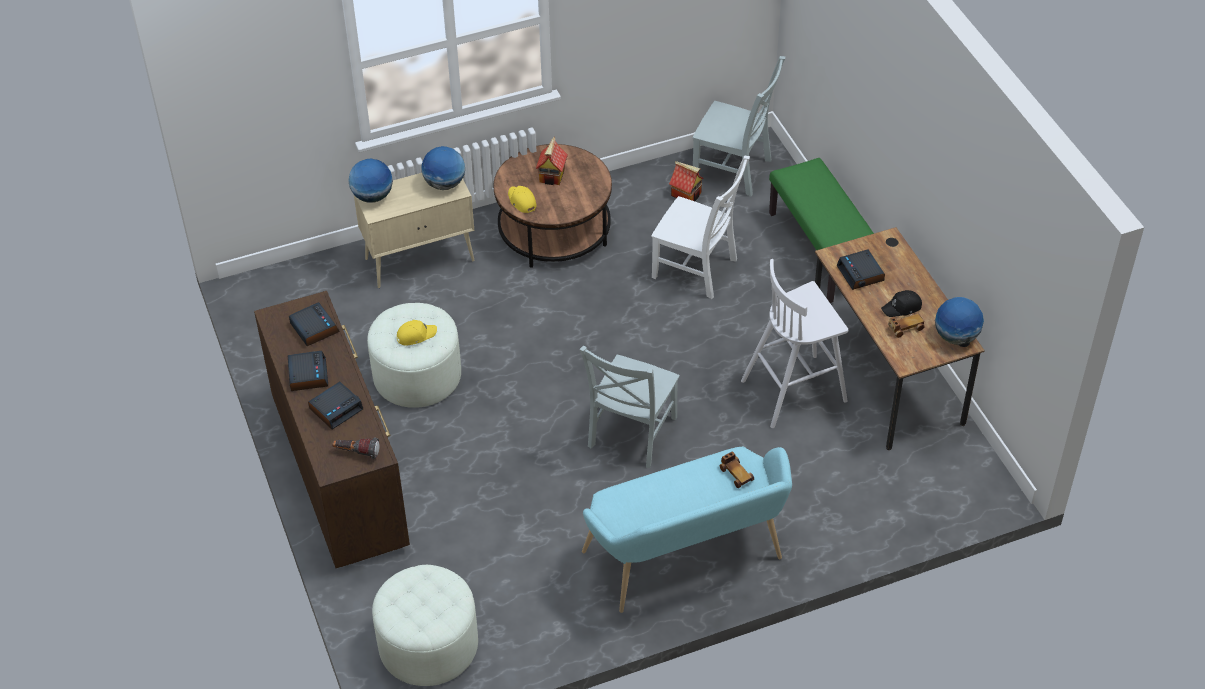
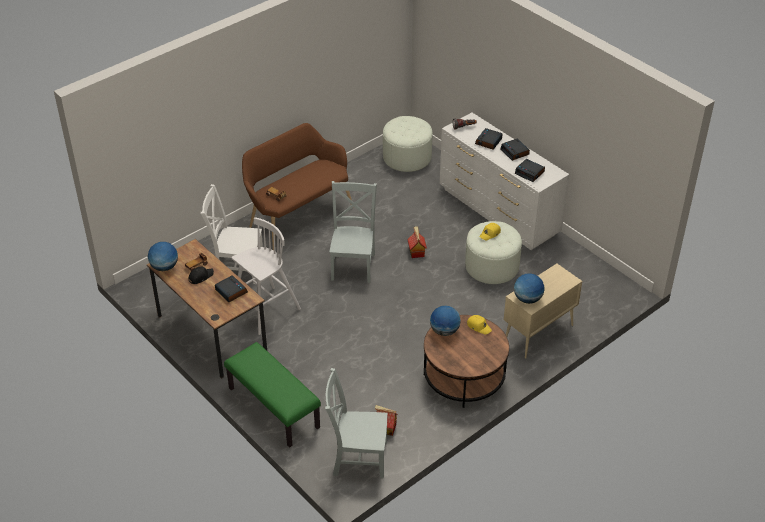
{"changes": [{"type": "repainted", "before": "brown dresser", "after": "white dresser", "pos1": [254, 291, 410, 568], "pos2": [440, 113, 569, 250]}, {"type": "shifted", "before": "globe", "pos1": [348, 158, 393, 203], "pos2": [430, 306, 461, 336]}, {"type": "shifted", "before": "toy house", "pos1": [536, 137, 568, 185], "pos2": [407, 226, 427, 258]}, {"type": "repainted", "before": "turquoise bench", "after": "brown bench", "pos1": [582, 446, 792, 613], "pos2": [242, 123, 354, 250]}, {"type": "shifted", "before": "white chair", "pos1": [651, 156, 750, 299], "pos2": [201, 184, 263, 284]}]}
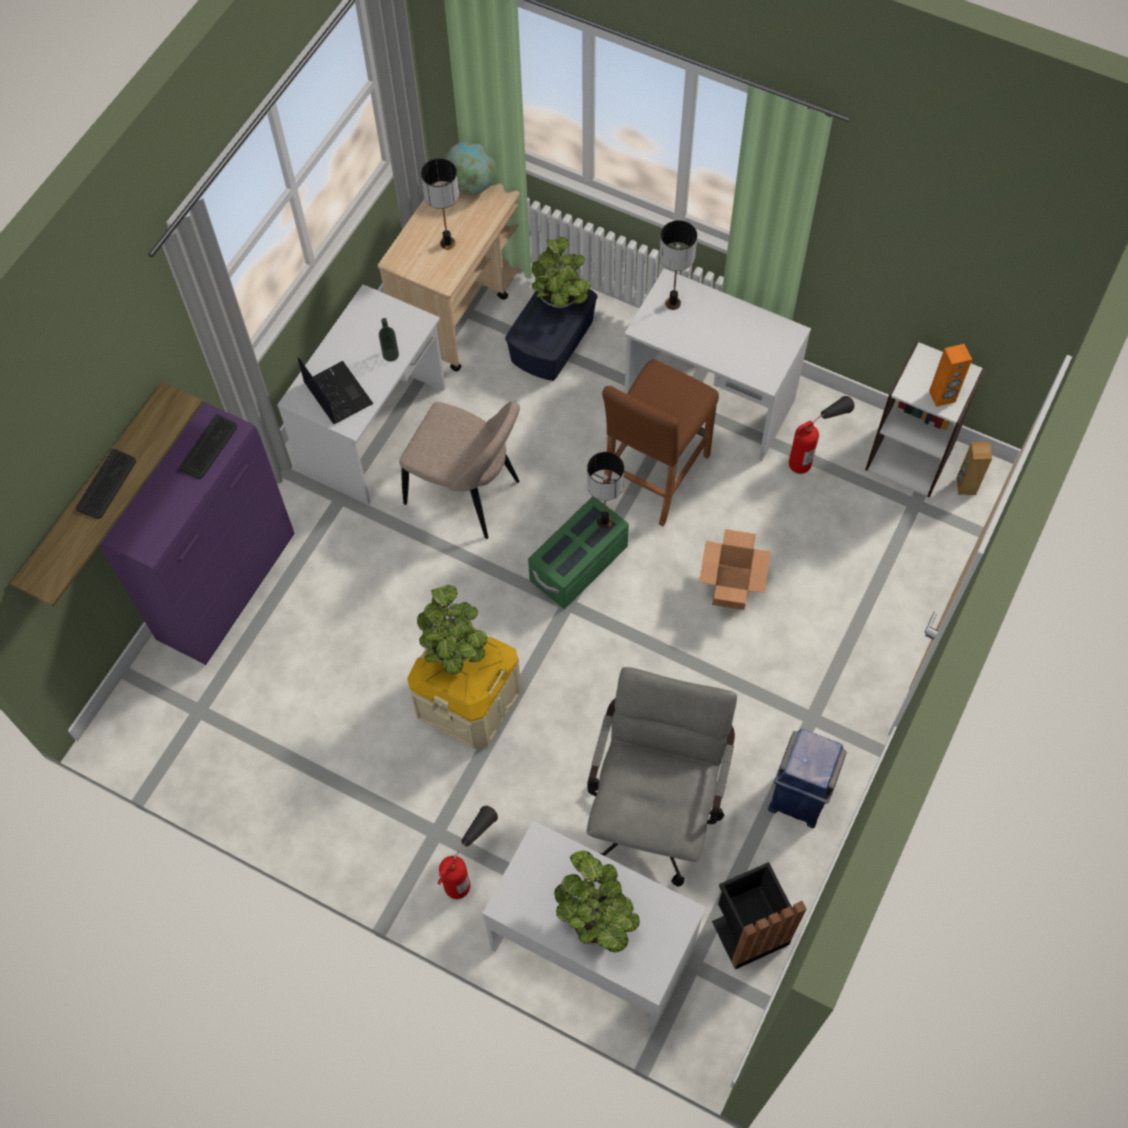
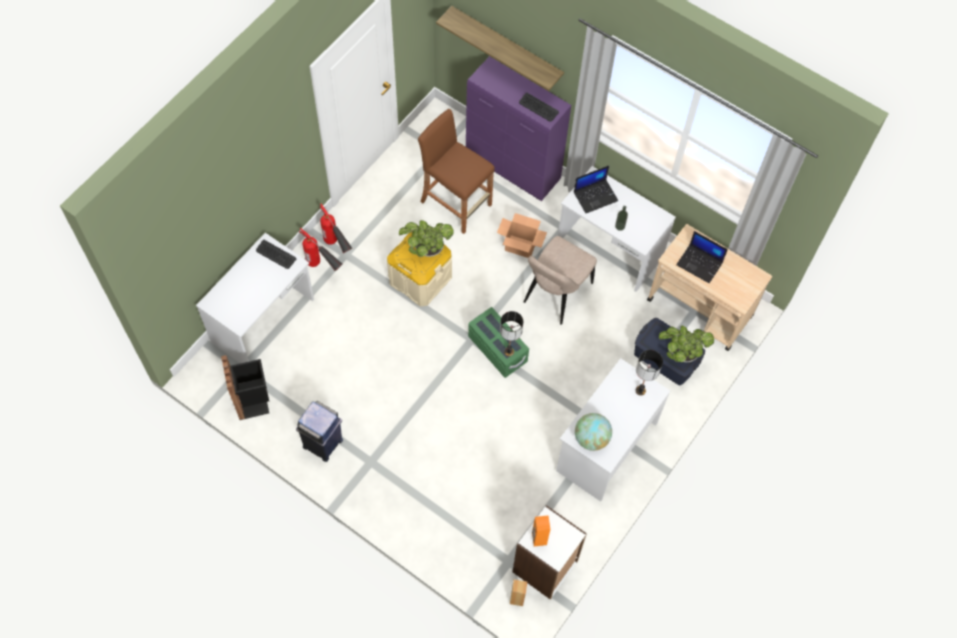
{"changes": [{"type": "shifted", "before": "keyboard", "pos1": [76, 449, 136, 519], "pos2": [256, 240, 296, 269]}, {"type": "swapped", "before": "table lamp", "after": "laptop", "pos1": [421, 158, 459, 250], "pos2": [676, 231, 728, 283]}, {"type": "shifted", "before": "globe", "pos1": [445, 141, 496, 195], "pos2": [575, 413, 612, 451]}, {"type": "gone", "before": "potted plant", "pos1": [554, 851, 640, 952]}, {"type": "gone", "before": "grey office chair", "pos1": [587, 667, 737, 887]}, {"type": "shifted", "before": "brown stool", "pos1": [602, 359, 719, 526], "pos2": [418, 109, 495, 234]}, {"type": "shifted", "before": "cardboard box", "pos1": [699, 529, 771, 610], "pos2": [497, 213, 547, 258]}, {"type": "shifted", "before": "fire extinguisher", "pos1": [789, 396, 854, 474], "pos2": [320, 204, 352, 253]}]}
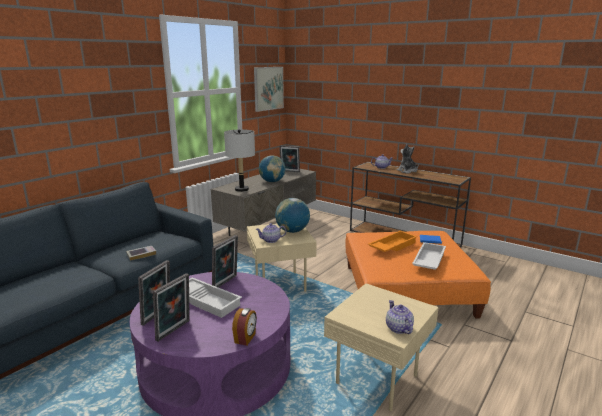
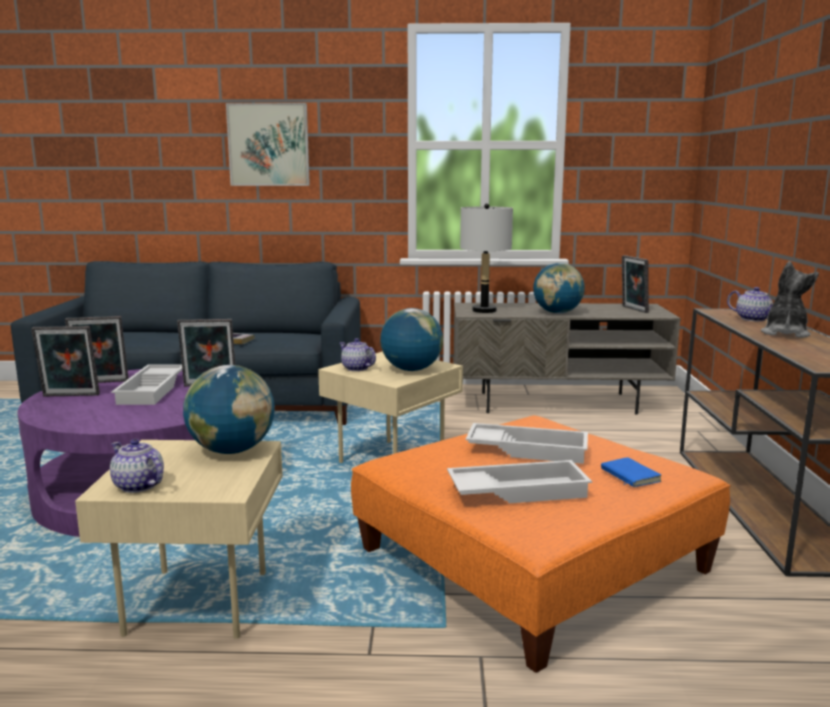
{"changes": [{"type": "gone", "before": "alarm clock", "pos1": [232, 308, 257, 346]}, {"type": "shifted", "before": "picture", "pos1": [254, 67, 284, 112], "pos2": [226, 103, 310, 186]}, {"type": "repainted", "before": "orange tray", "after": "white tray", "pos1": [368, 231, 417, 252], "pos2": [466, 423, 588, 464]}, {"type": "rotated", "before": "teapot", "pos1": [386, 300, 414, 334], "pos2": [110, 439, 164, 493], "turn": -90}, {"type": "new", "after": "globe", "pos2": [183, 365, 275, 454]}]}
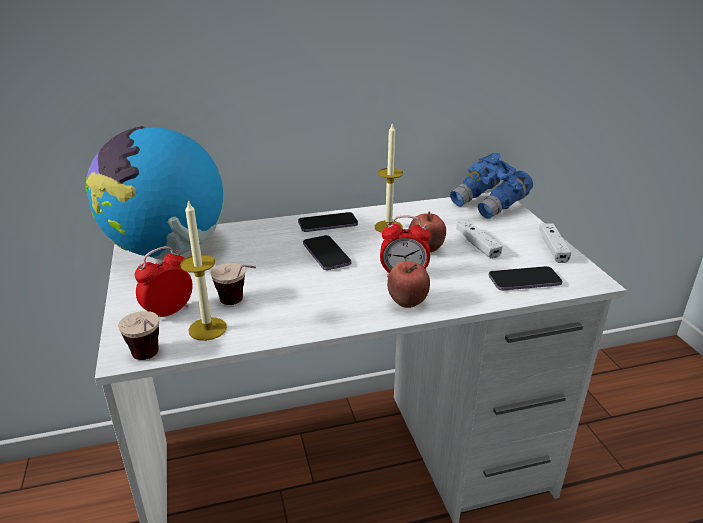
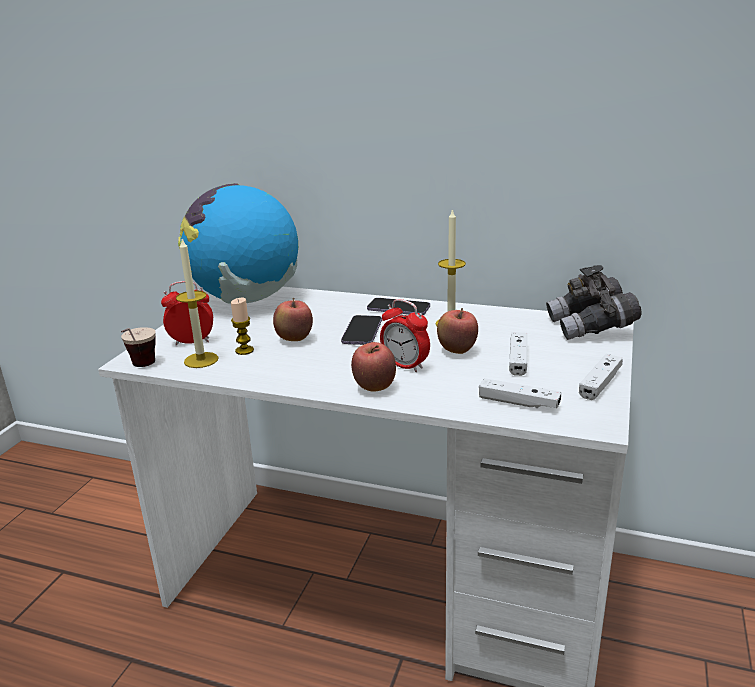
{"changes": [{"type": "swapped", "before": "cup", "after": "candle", "pos1": [211, 263, 256, 305], "pos2": [231, 298, 254, 355]}, {"type": "repainted", "before": "blue binoculars", "after": "grey binoculars", "pos1": [450, 153, 533, 219], "pos2": [546, 265, 642, 340]}, {"type": "swapped", "before": "phone", "after": "white game controller", "pos1": [489, 266, 562, 290], "pos2": [479, 378, 561, 408]}, {"type": "new", "after": "apple", "pos2": [273, 298, 313, 341]}]}
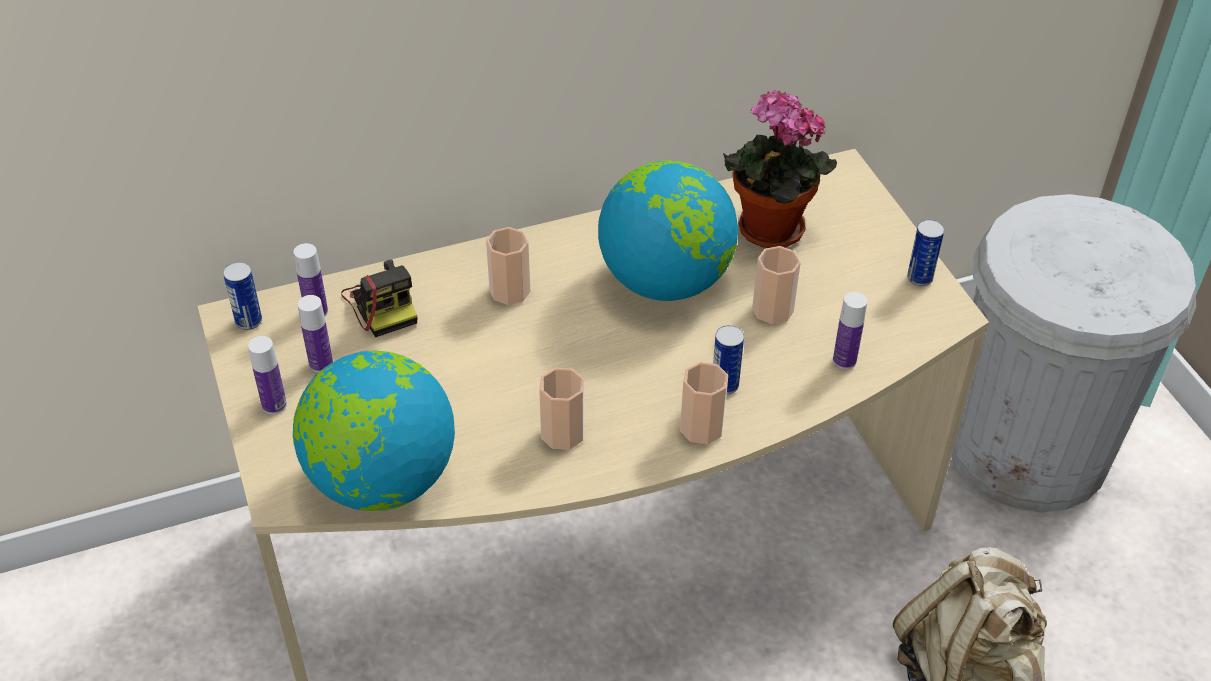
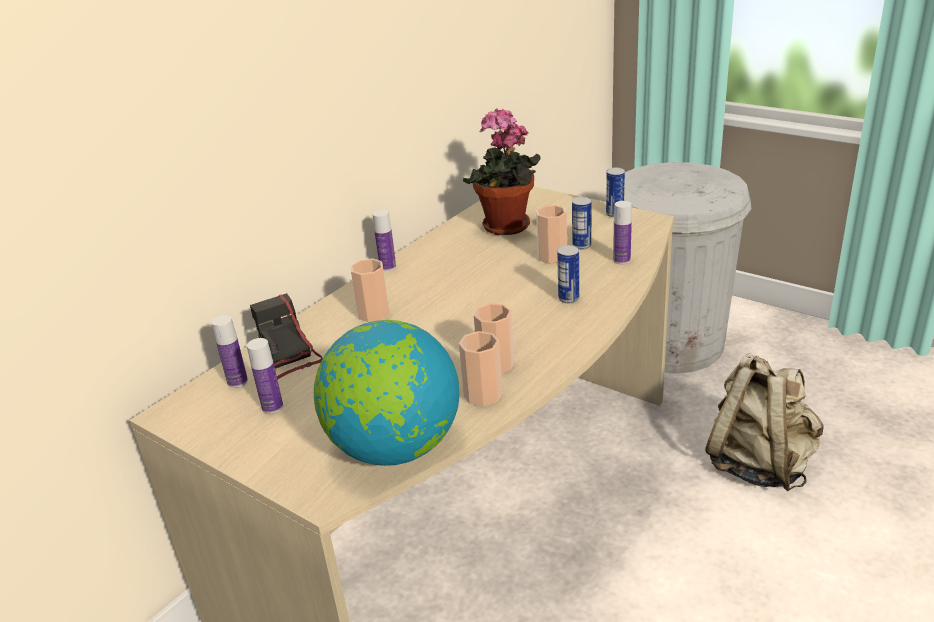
{"changes": [{"type": "shifted", "before": "can", "pos1": [223, 262, 262, 330], "pos2": [572, 197, 591, 250]}, {"type": "shifted", "before": "bottle", "pos1": [248, 336, 287, 414], "pos2": [373, 210, 396, 271]}, {"type": "rotated", "before": "photo camera", "pos1": [341, 259, 417, 337], "pos2": [250, 293, 323, 380], "turn": -150}, {"type": "gone", "before": "globe", "pos1": [598, 160, 738, 301]}, {"type": "shifted", "before": "cup", "pos1": [680, 362, 728, 444], "pos2": [459, 331, 502, 407]}]}
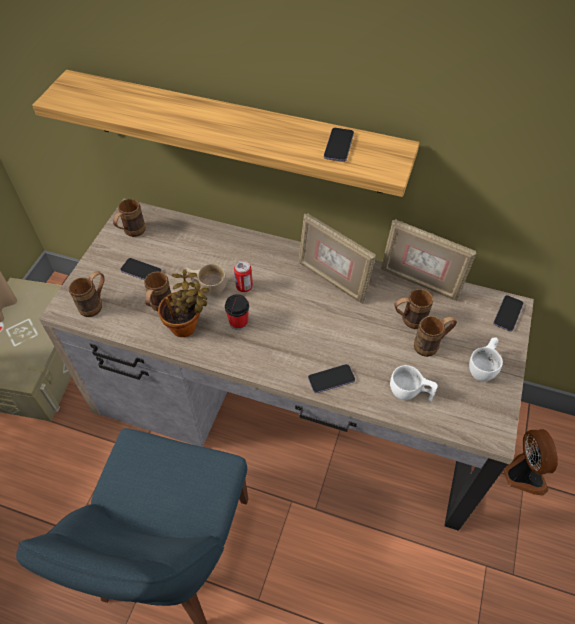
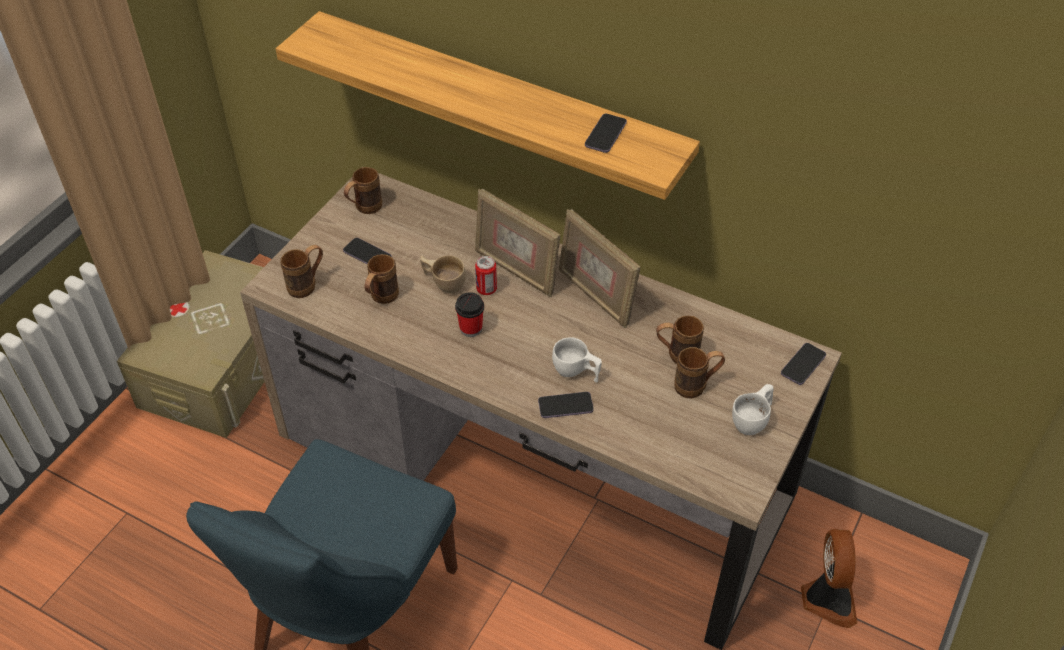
{"changes": [{"type": "gone", "before": "potted plant", "pos1": [158, 269, 210, 337]}, {"type": "shifted", "before": "picture frame", "pos1": [381, 219, 477, 301], "pos2": [475, 189, 560, 297]}, {"type": "shifted", "before": "white cup", "pos1": [390, 365, 438, 401], "pos2": [552, 338, 602, 383]}]}
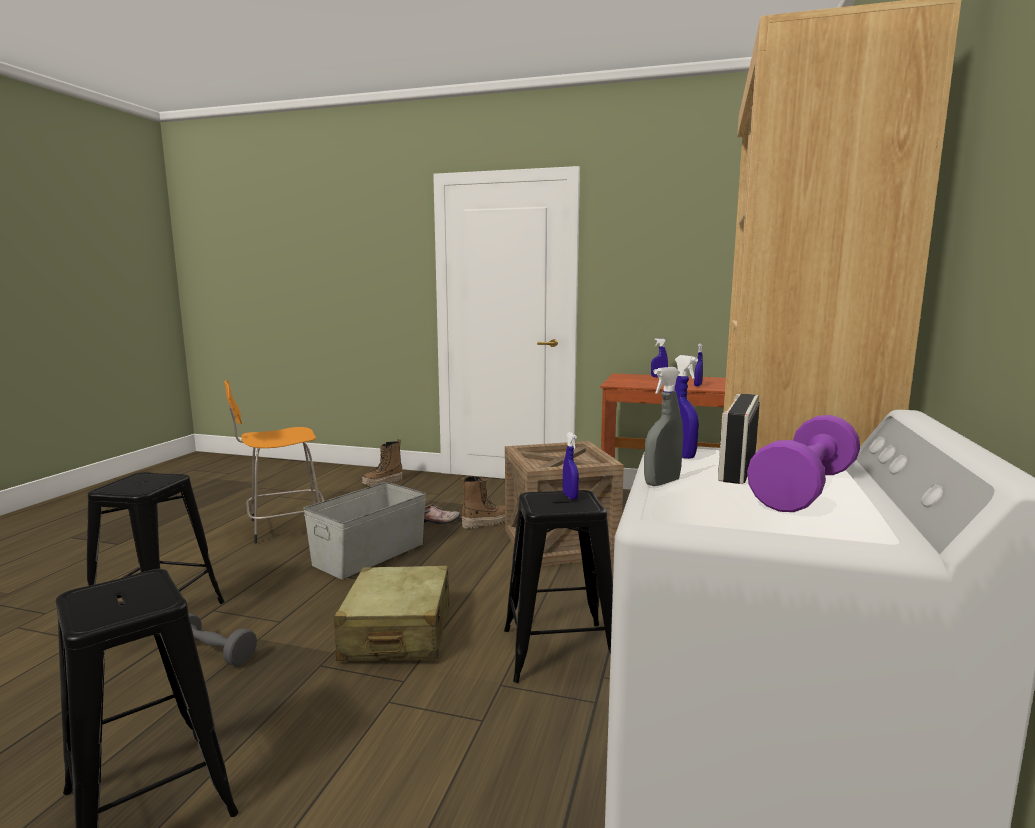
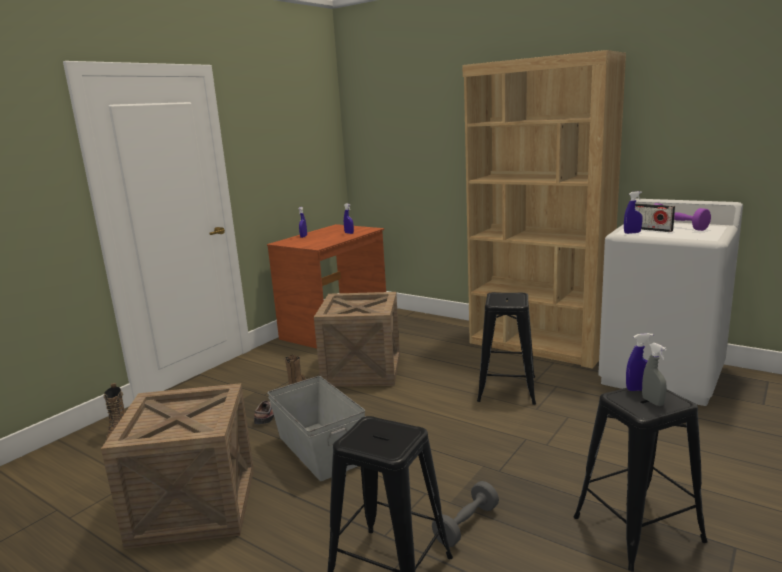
{"changes": [{"type": "swapped", "before": "orange stool", "after": "crate", "pos1": [225, 380, 324, 543], "pos2": [101, 383, 254, 549]}, {"type": "gone", "before": "beige suitcase", "pos1": [334, 565, 450, 661]}, {"type": "shifted", "before": "blue spray bottle", "pos1": [563, 432, 579, 500], "pos2": [626, 333, 653, 391]}, {"type": "shifted", "before": "grey spray bottle", "pos1": [644, 367, 683, 486], "pos2": [642, 343, 667, 406]}]}
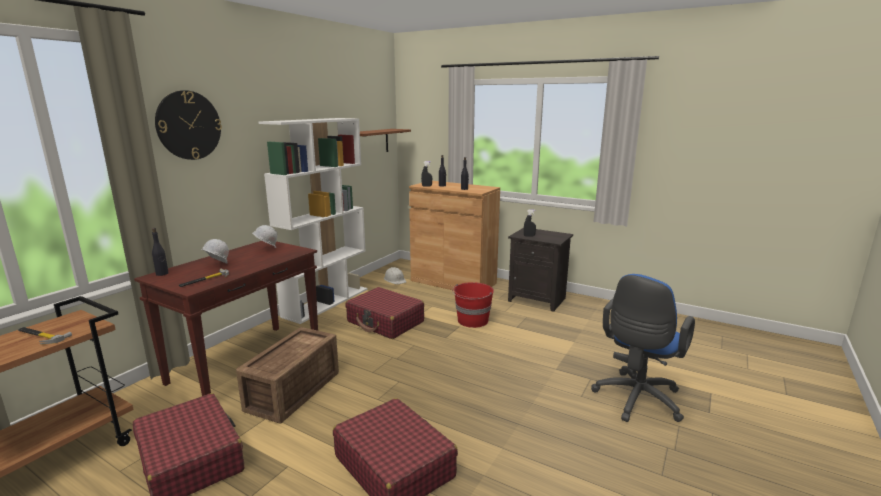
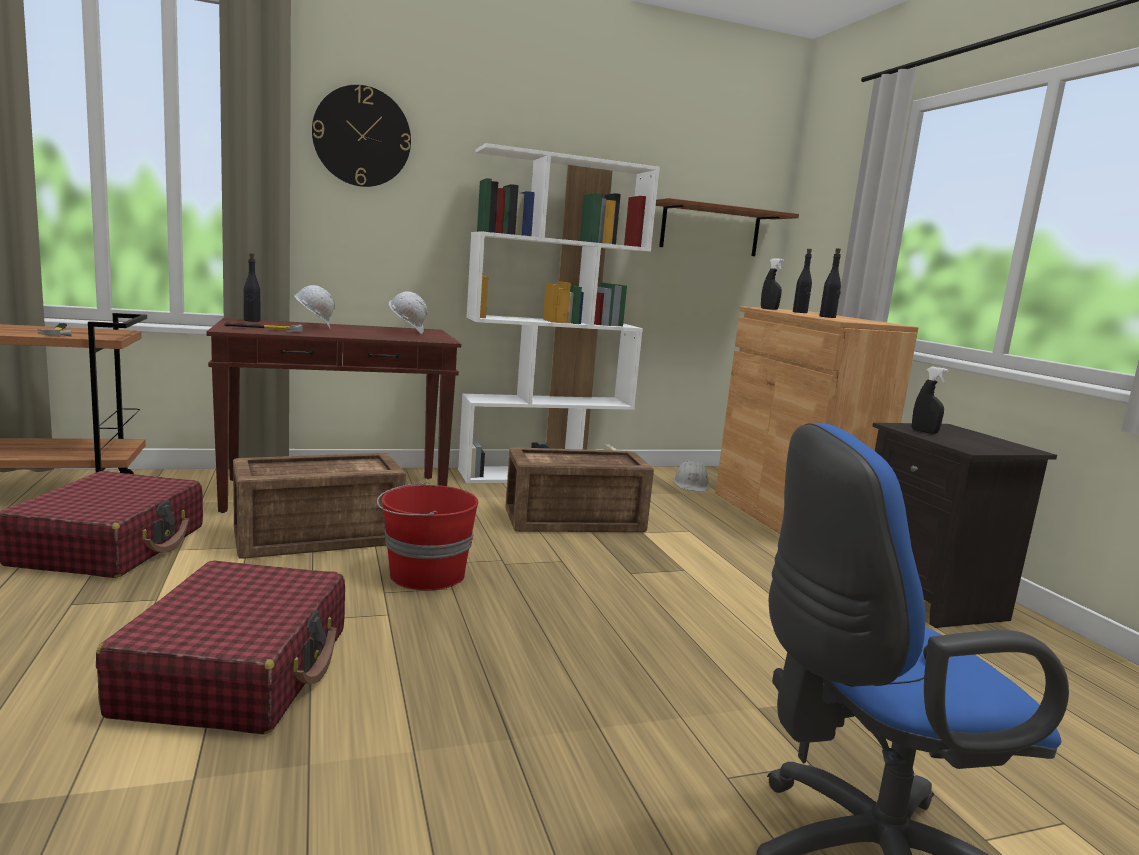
{"changes": [{"type": "swapped", "before": "red suitcase", "after": "crate", "pos1": [345, 287, 424, 339], "pos2": [505, 447, 654, 532]}, {"type": "shifted", "before": "red bucket", "pos1": [452, 282, 494, 328], "pos2": [377, 482, 478, 590]}]}
